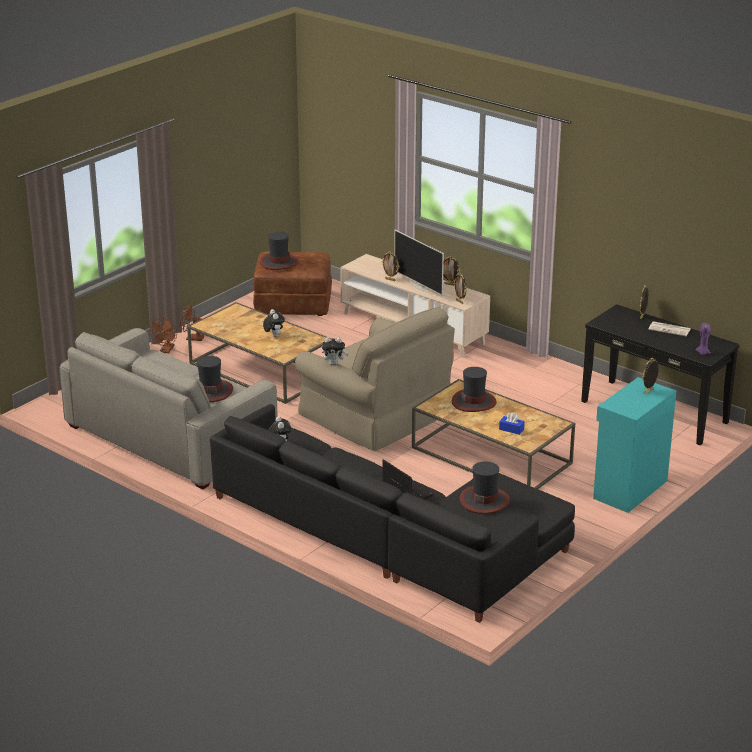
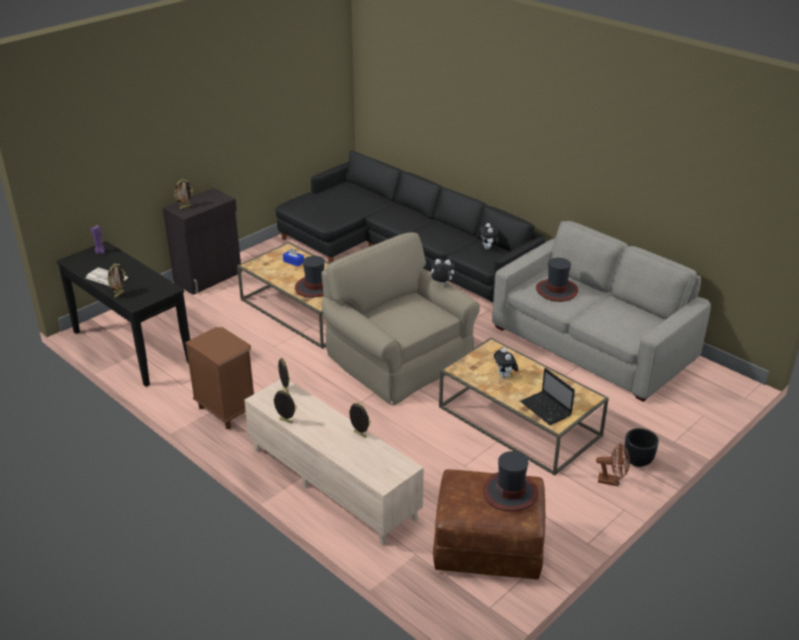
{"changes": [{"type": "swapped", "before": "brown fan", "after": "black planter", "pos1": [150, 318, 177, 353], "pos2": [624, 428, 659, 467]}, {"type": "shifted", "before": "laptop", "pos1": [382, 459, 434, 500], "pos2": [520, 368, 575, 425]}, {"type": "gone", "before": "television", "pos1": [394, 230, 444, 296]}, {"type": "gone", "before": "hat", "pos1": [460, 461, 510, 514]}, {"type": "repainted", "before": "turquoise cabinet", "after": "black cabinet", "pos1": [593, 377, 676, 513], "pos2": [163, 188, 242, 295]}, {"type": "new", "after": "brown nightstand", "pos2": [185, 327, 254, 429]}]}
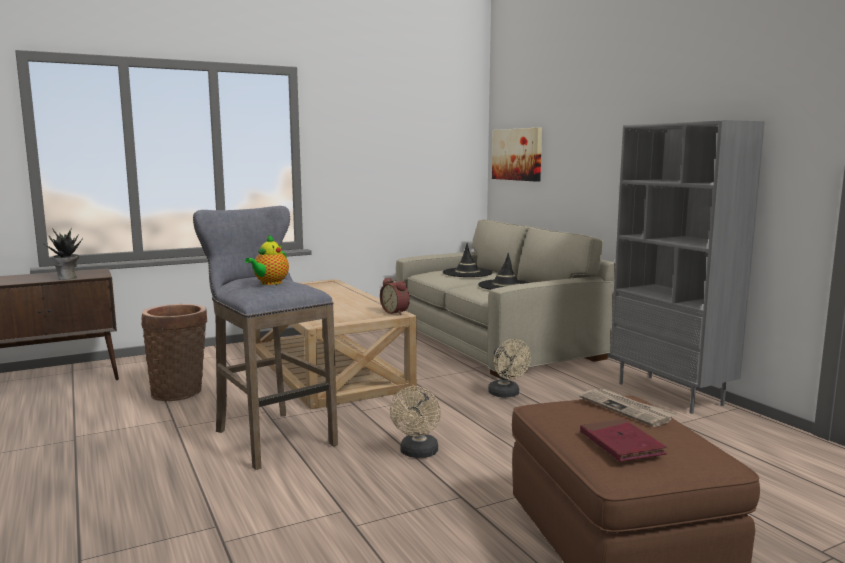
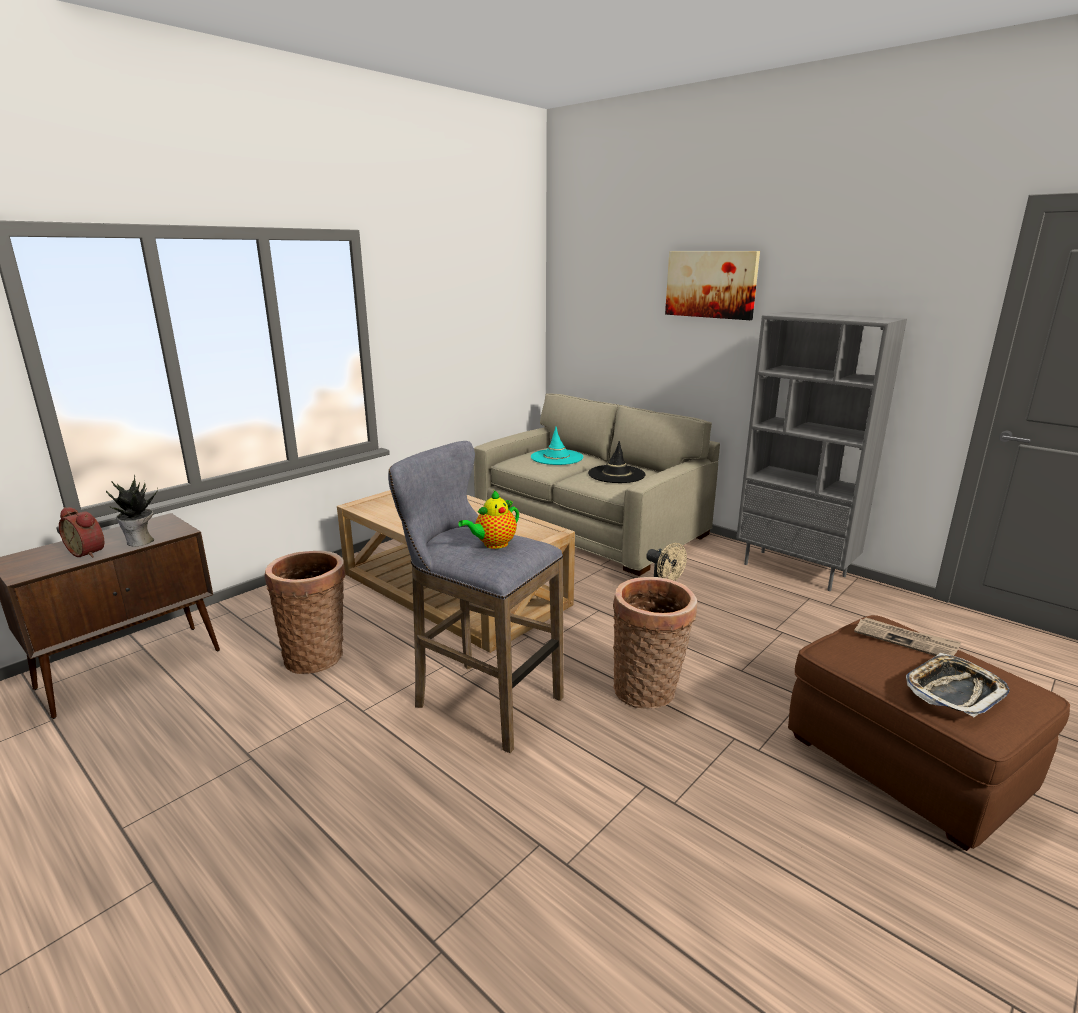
{"changes": [{"type": "rotated", "before": "teapot", "pos1": [245, 235, 289, 285], "pos2": [458, 490, 519, 549], "turn": 45}, {"type": "shifted", "before": "alarm clock", "pos1": [380, 278, 410, 315], "pos2": [59, 507, 104, 558]}, {"type": "swapped", "before": "beige fan", "after": "basket", "pos1": [390, 386, 441, 458], "pos2": [613, 577, 697, 709]}, {"type": "repainted", "before": "black hat", "after": "turquoise hat", "pos1": [443, 243, 493, 277], "pos2": [531, 427, 583, 465]}, {"type": "shifted", "before": "picture", "pos1": [492, 128, 542, 182], "pos2": [665, 251, 760, 320]}, {"type": "swapped", "before": "red book", "after": "tray", "pos1": [580, 419, 667, 462], "pos2": [906, 653, 1010, 717]}]}
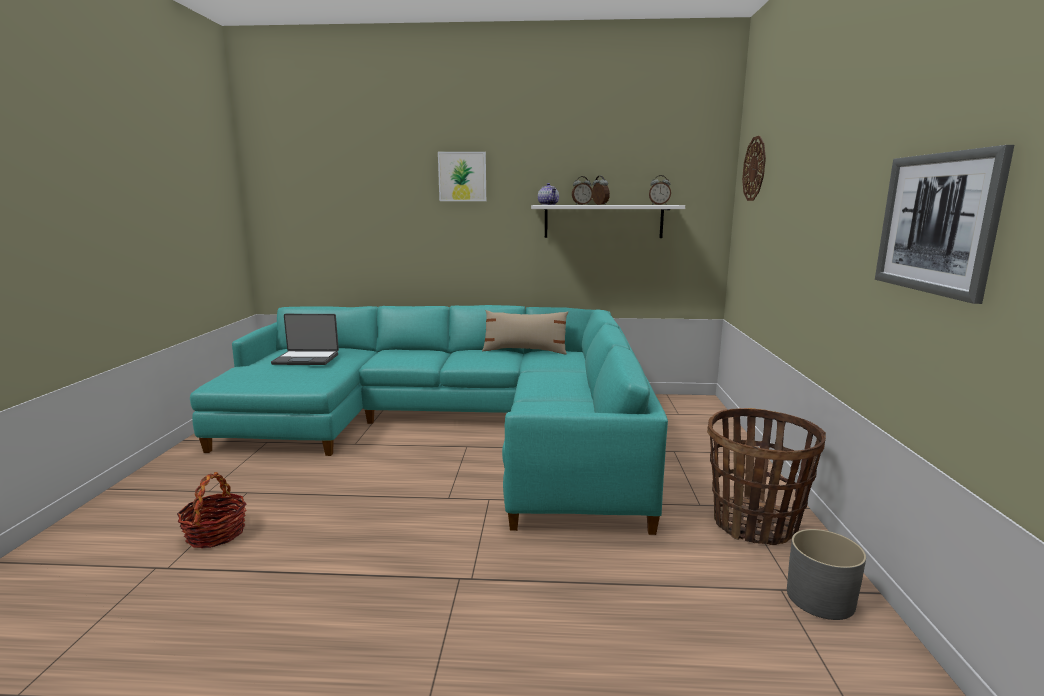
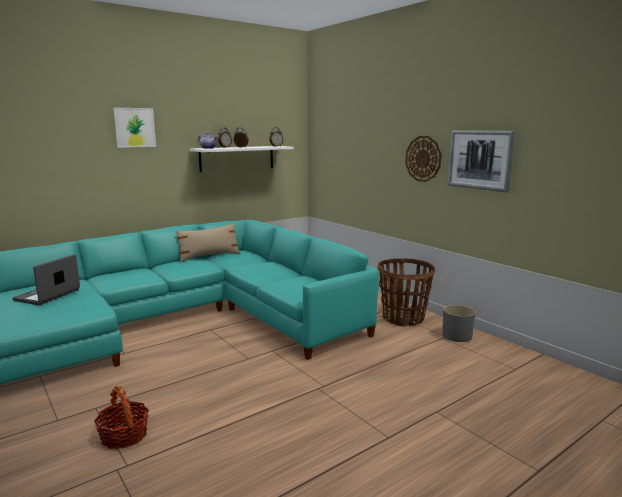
{"changes": [{"type": "rotated", "before": "laptop", "pos1": [271, 314, 339, 365], "pos2": [12, 254, 80, 305], "turn": 150}, {"type": "shifted", "before": "wall clock", "pos1": [742, 136, 766, 201], "pos2": [405, 136, 442, 182]}]}
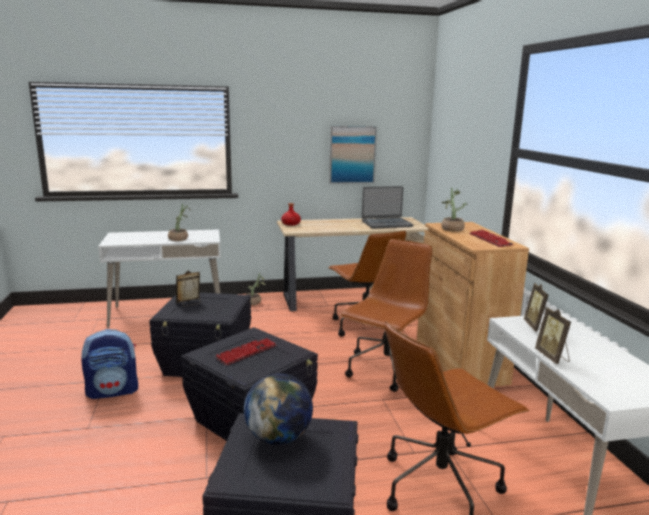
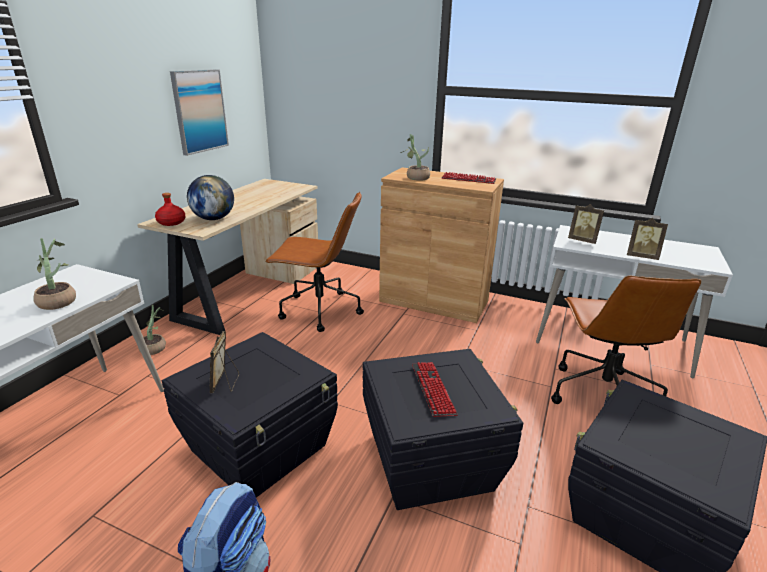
{"changes": [{"type": "shifted", "before": "globe", "pos1": [244, 373, 313, 445], "pos2": [187, 175, 234, 220]}, {"type": "gone", "before": "brown office chair", "pos1": [340, 239, 433, 392]}, {"type": "gone", "before": "laptop", "pos1": [362, 186, 413, 229]}]}
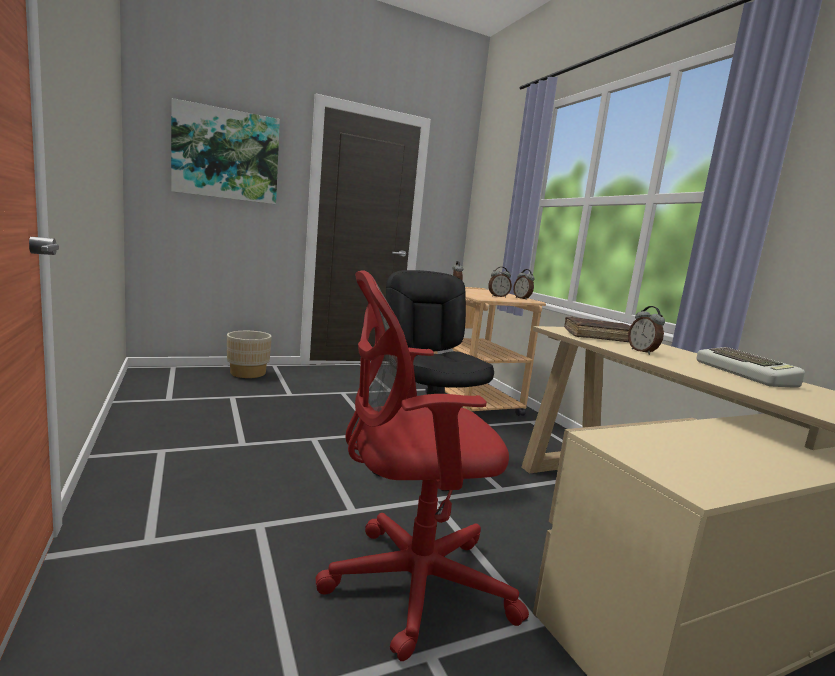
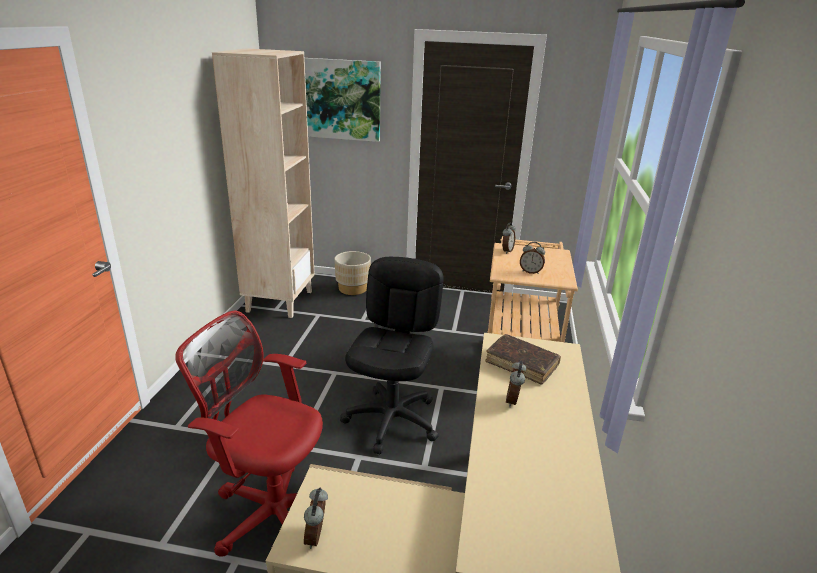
{"changes": [{"type": "shifted", "before": "alarm clock", "pos1": [513, 269, 535, 300], "pos2": [304, 487, 328, 549]}, {"type": "gone", "before": "keyboard", "pos1": [696, 347, 805, 388]}, {"type": "new", "after": "beige bookcase", "pos2": [212, 48, 315, 318]}]}
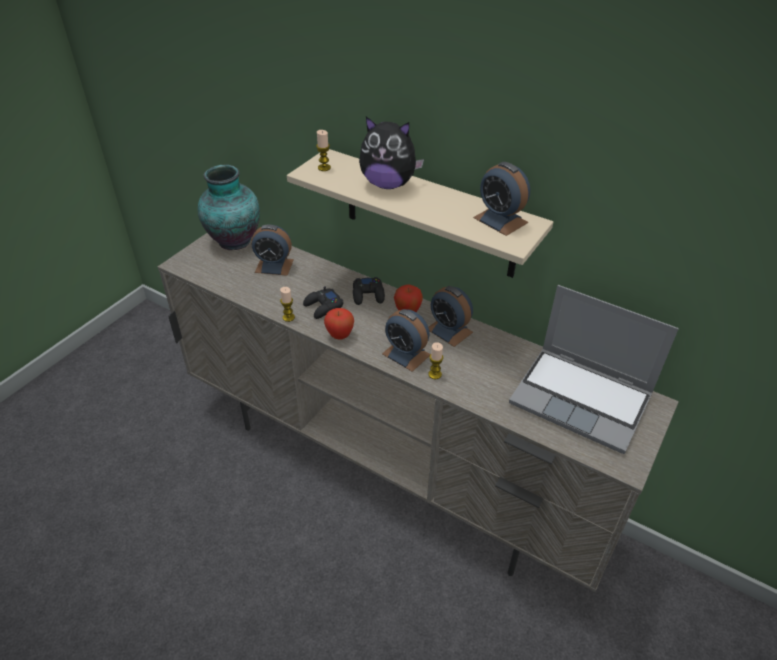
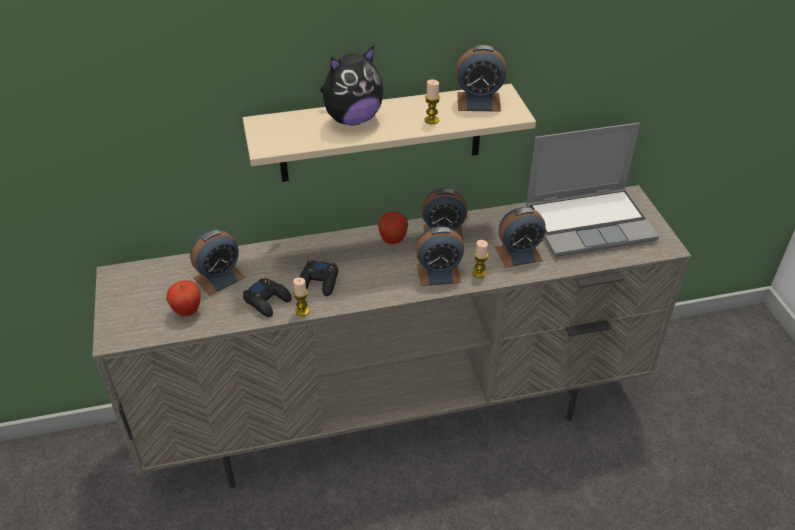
{"changes": [{"type": "gone", "before": "vase", "pos1": [198, 165, 260, 250]}, {"type": "shifted", "before": "candle", "pos1": [316, 130, 331, 171], "pos2": [424, 80, 440, 124]}, {"type": "shifted", "before": "apple", "pos1": [324, 308, 354, 340], "pos2": [166, 280, 201, 316]}, {"type": "shifted", "before": "black game controller", "pos1": [353, 277, 385, 305], "pos2": [243, 278, 292, 317]}, {"type": "new", "after": "alarm clock", "pos2": [495, 207, 545, 268]}]}
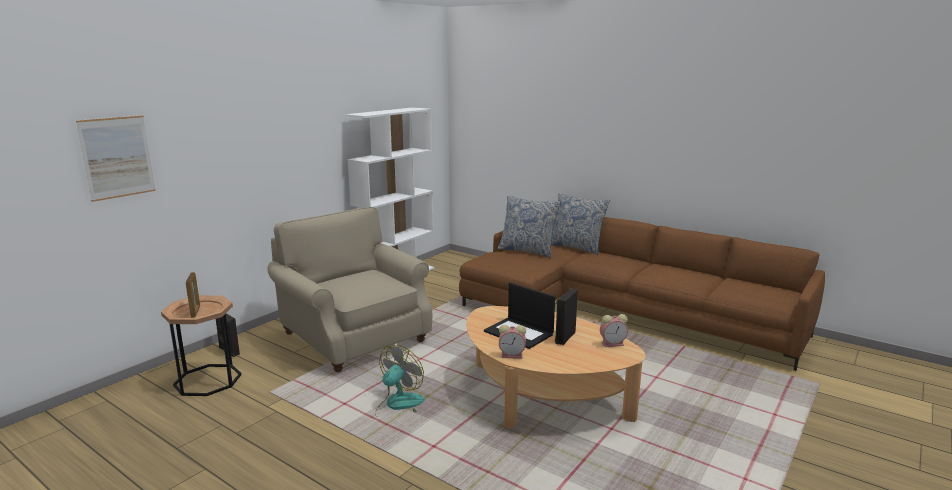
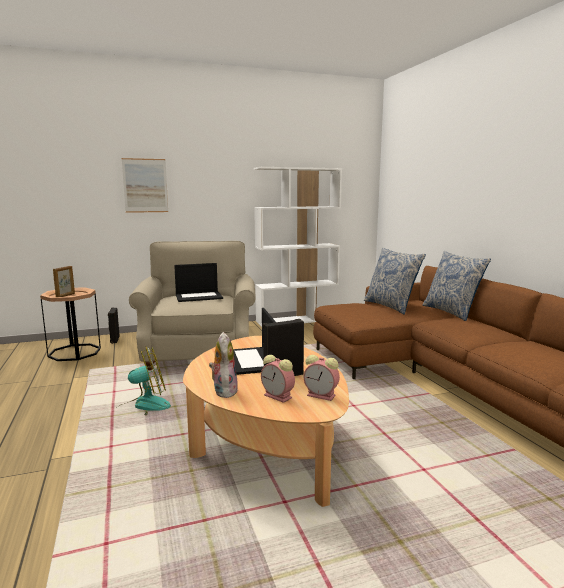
{"changes": [{"type": "shifted", "before": "picture", "pos1": [76, 115, 156, 202], "pos2": [122, 158, 168, 213]}, {"type": "shifted", "before": "alarm clock", "pos1": [499, 325, 526, 359], "pos2": [261, 355, 295, 403]}, {"type": "new", "after": "laptop", "pos2": [174, 263, 223, 302]}, {"type": "new", "after": "plush toy", "pos2": [209, 332, 238, 398]}]}
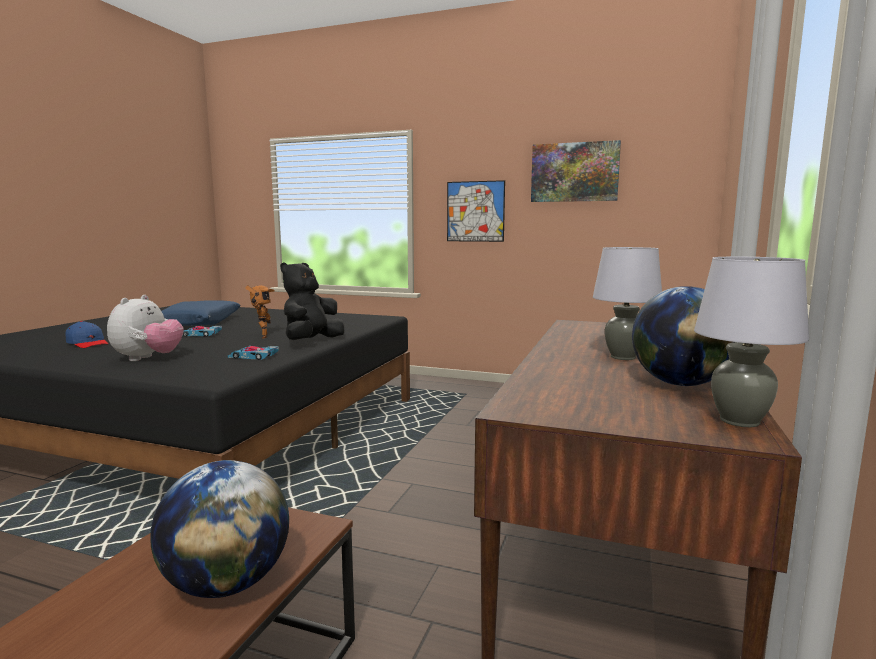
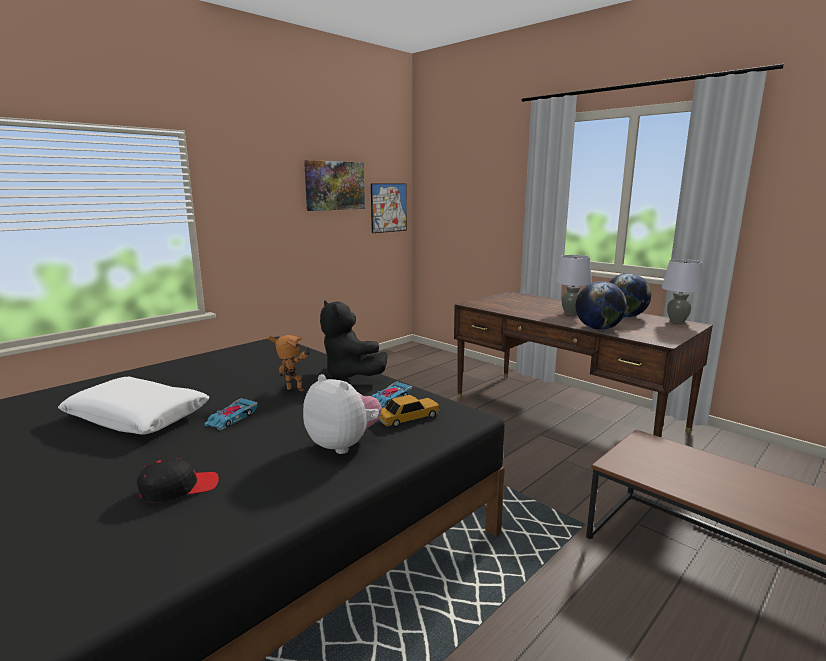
{"changes": [{"type": "repainted", "before": "blue cap", "after": "black cap", "pos1": [65, 321, 108, 348], "pos2": [137, 457, 219, 503]}, {"type": "shifted", "before": "globe", "pos1": [150, 460, 289, 598], "pos2": [576, 281, 627, 330]}, {"type": "repainted", "before": "blue pillow", "after": "white pillow", "pos1": [161, 301, 241, 326], "pos2": [58, 377, 209, 435]}, {"type": "shifted", "before": "picture", "pos1": [447, 180, 505, 242], "pos2": [371, 183, 407, 233]}, {"type": "new", "after": "toy car", "pos2": [378, 395, 440, 427]}]}
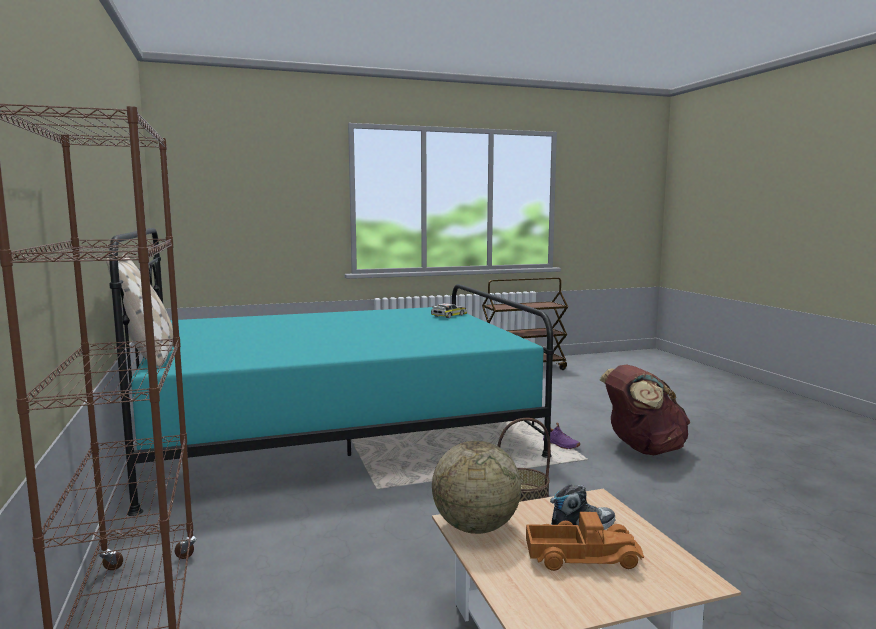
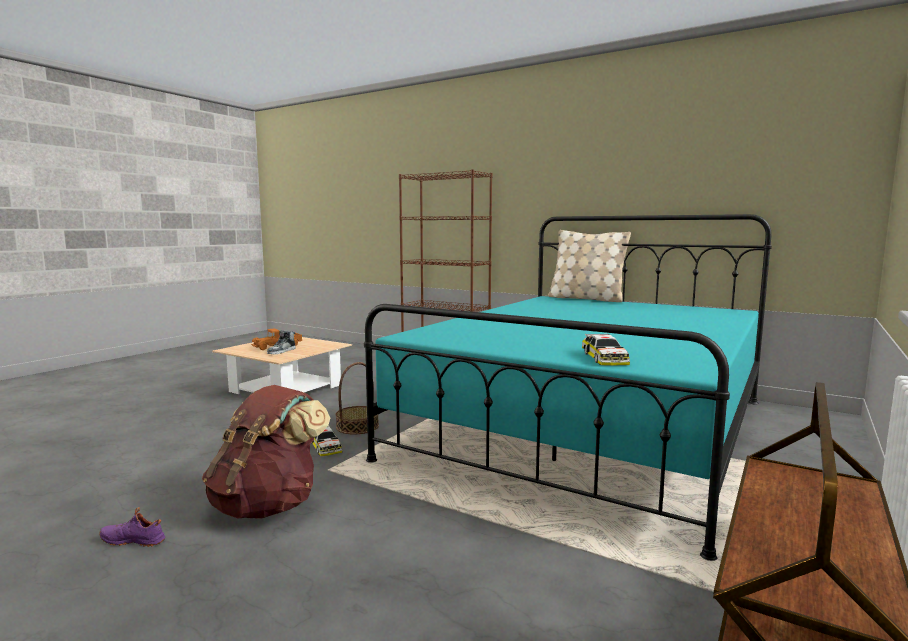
{"changes": [{"type": "gone", "before": "globe", "pos1": [432, 441, 521, 534]}, {"type": "shifted", "before": "purple shoe", "pos1": [543, 422, 580, 449], "pos2": [99, 507, 165, 547]}, {"type": "new", "after": "toy car", "pos2": [311, 425, 342, 456]}]}
